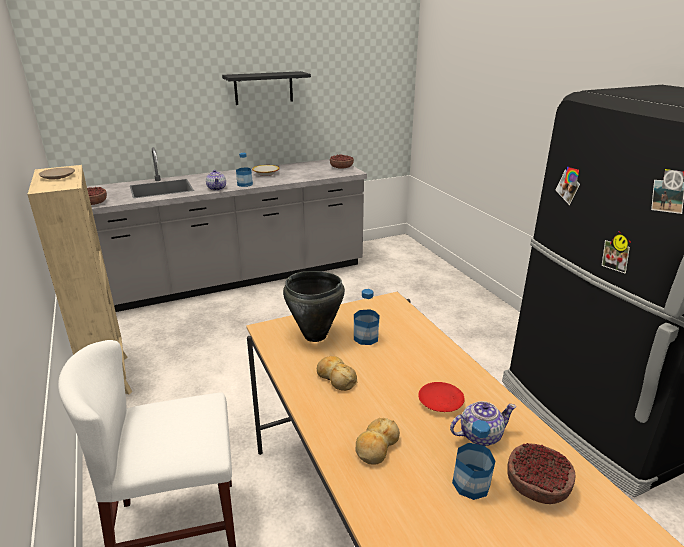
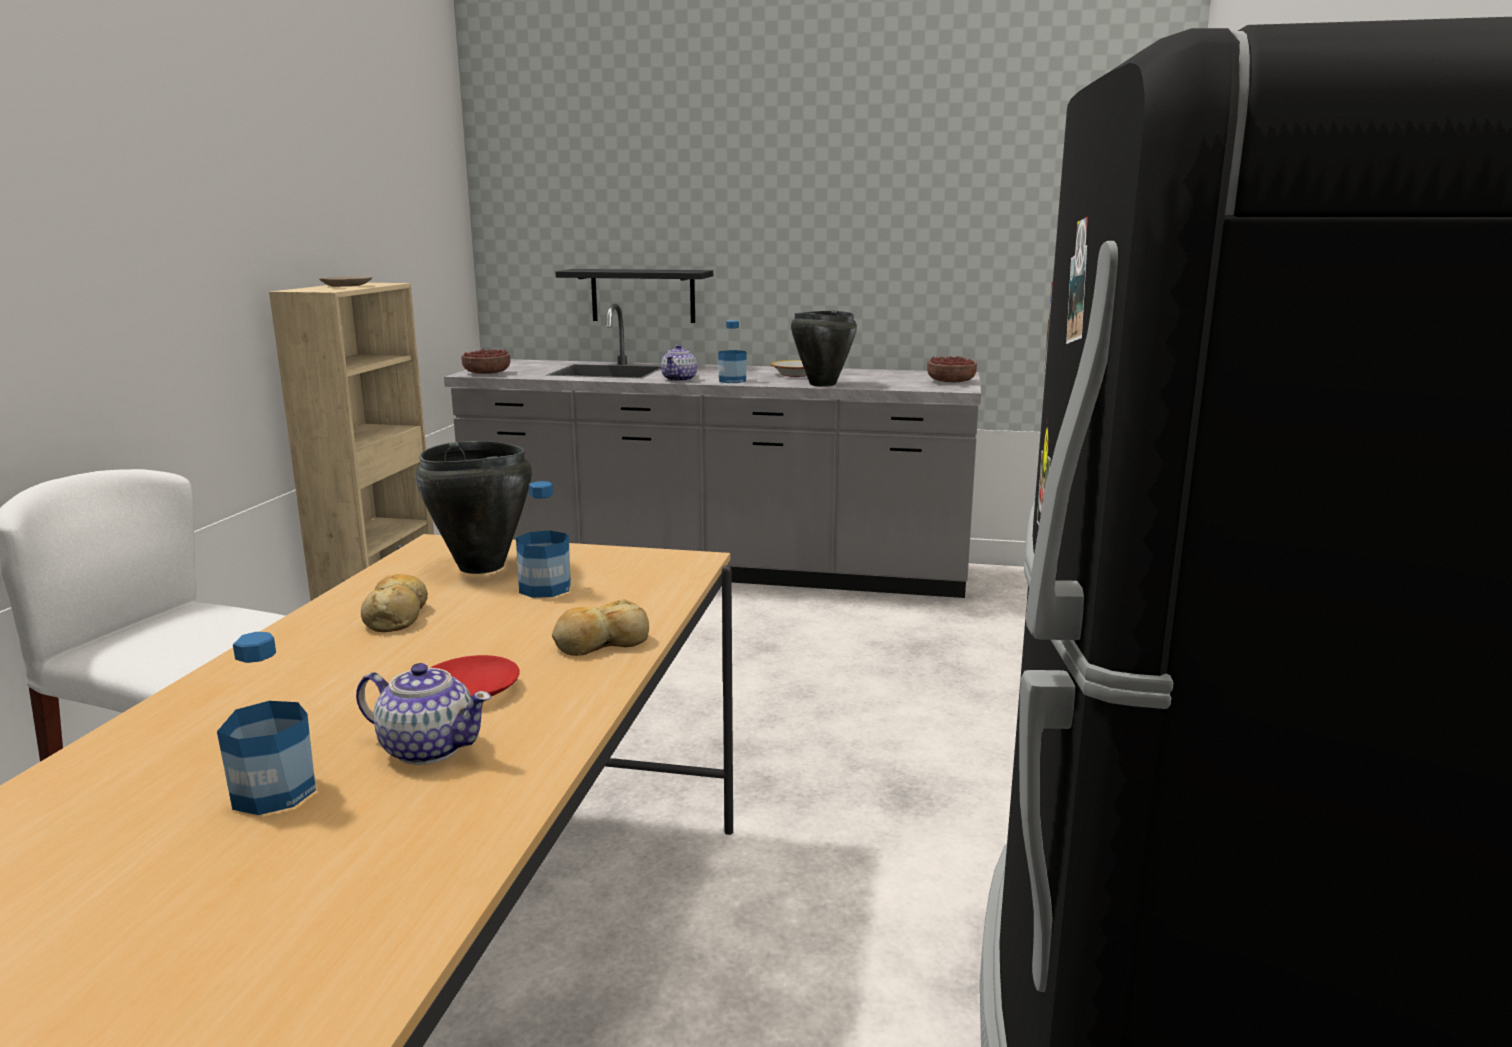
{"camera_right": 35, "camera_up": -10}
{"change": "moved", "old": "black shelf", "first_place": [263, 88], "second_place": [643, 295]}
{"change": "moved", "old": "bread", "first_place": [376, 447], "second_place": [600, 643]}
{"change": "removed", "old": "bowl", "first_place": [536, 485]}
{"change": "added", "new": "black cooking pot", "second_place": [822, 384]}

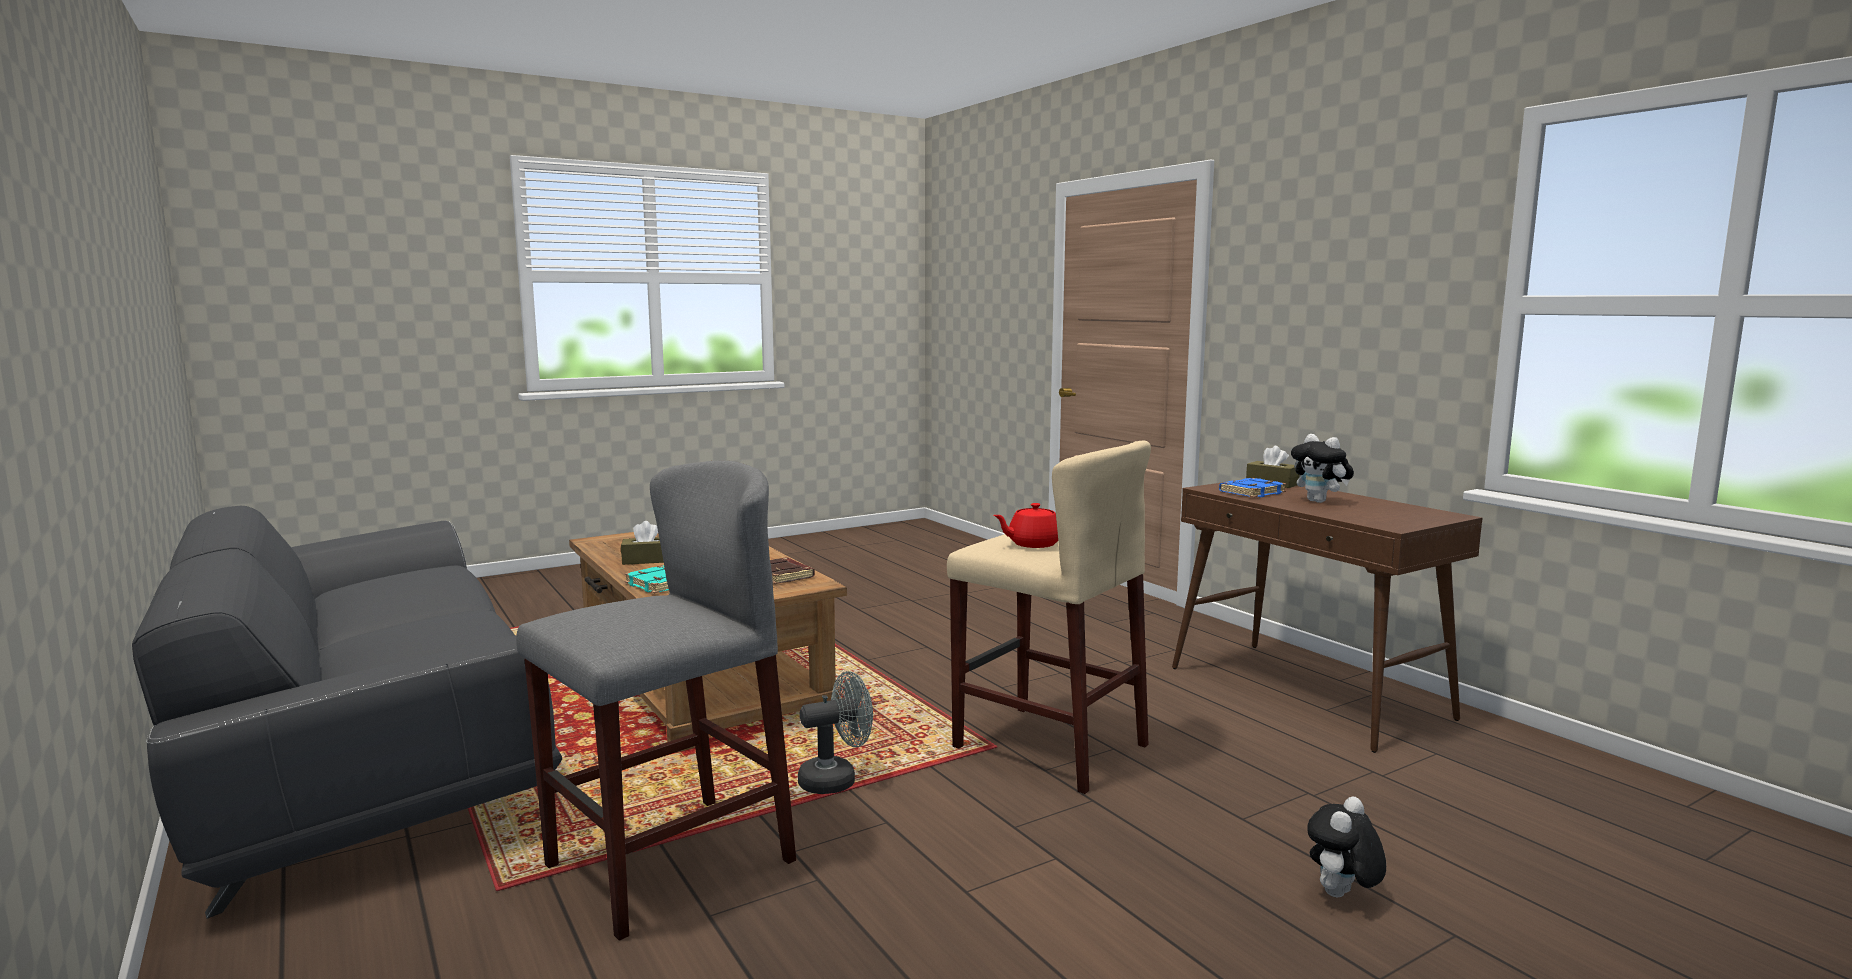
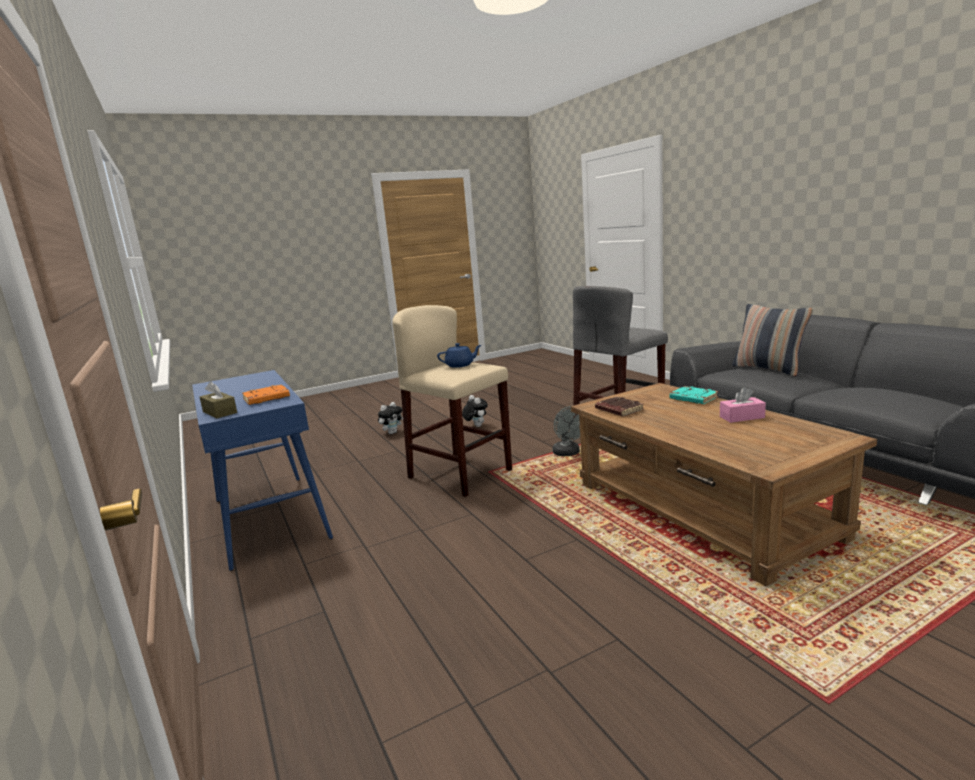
{"camera_right": -175, "camera_up": 5}
{"change": "moved", "old": "plush toy", "first_place": [1320, 501], "second_place": [476, 426]}
{"change": "recoloured", "old": "blue book", "new": "orange book", "first_place": [1251, 492], "second_place": [266, 399]}
{"change": "recoloured", "old": "brown console table", "new": "blue console table", "first_place": [1308, 693], "second_place": [269, 518]}
{"change": "recoloured", "old": "red teapot", "new": "blue teapot", "first_place": [1033, 544], "second_place": [460, 365]}
{"change": "recoloured", "old": "brown tissue box", "new": "pink tissue box", "first_place": [647, 560], "second_place": [742, 417]}
{"change": "turned", "old": "grey fan", "first_place": [836, 780], "second_place": [568, 453], "degrees": -90}
{"change": "added", "new": "pillow", "second_place": [768, 369]}

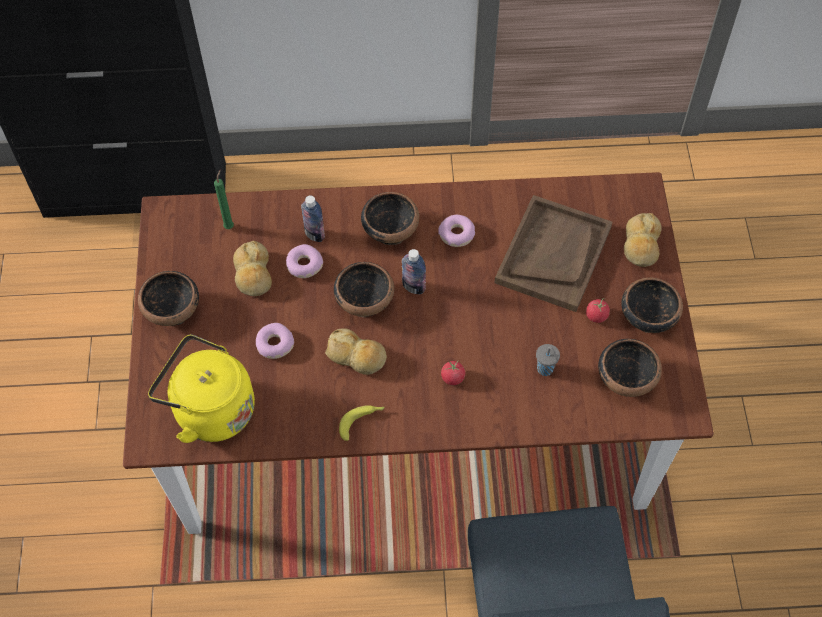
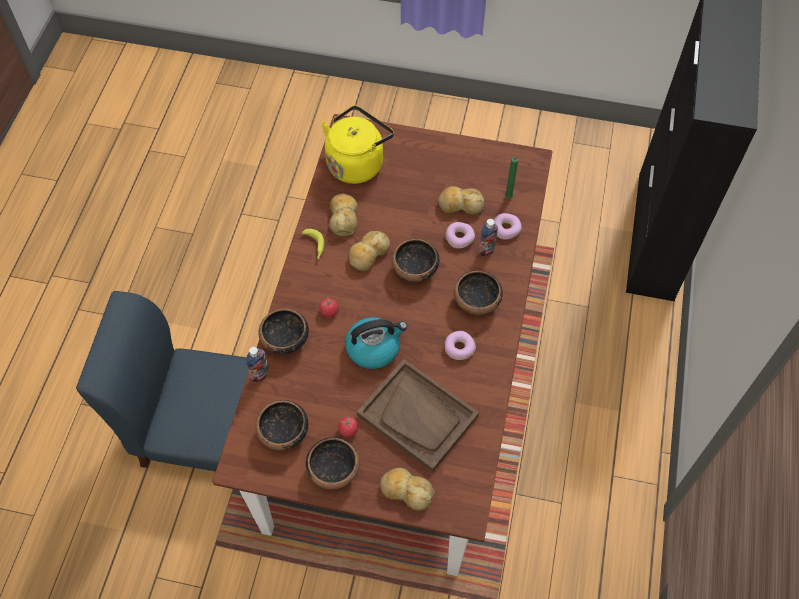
{"camera_right": 105, "camera_up": 0}
{"change": "moved", "old": "bottle", "first_place": [413, 287], "second_place": [260, 374]}
{"change": "moved", "old": "bowl", "first_place": [173, 310], "second_place": [285, 340]}
{"change": "moved", "old": "donut", "first_place": [274, 344], "second_place": [506, 229]}
{"change": "removed", "old": "grey cup", "first_place": [545, 370]}
{"change": "added", "new": "bread", "second_place": [343, 218]}
{"change": "added", "new": "kettle", "second_place": [374, 348]}

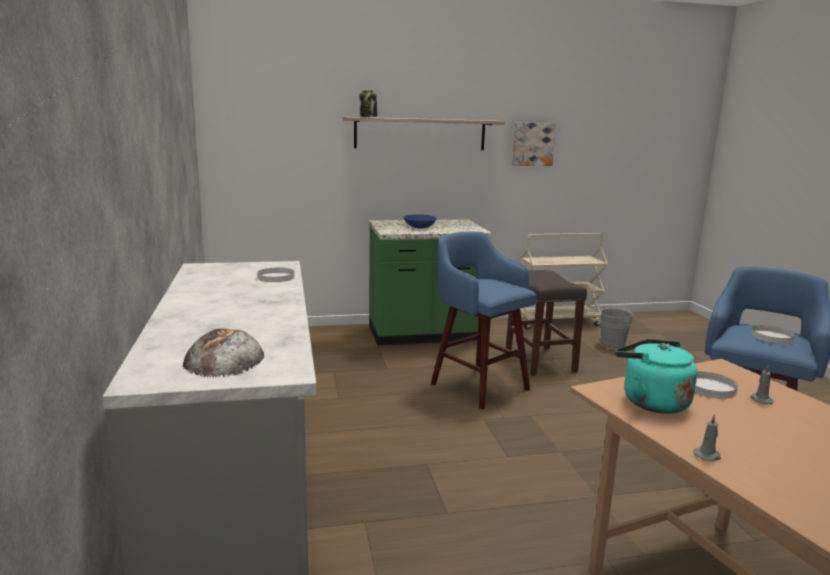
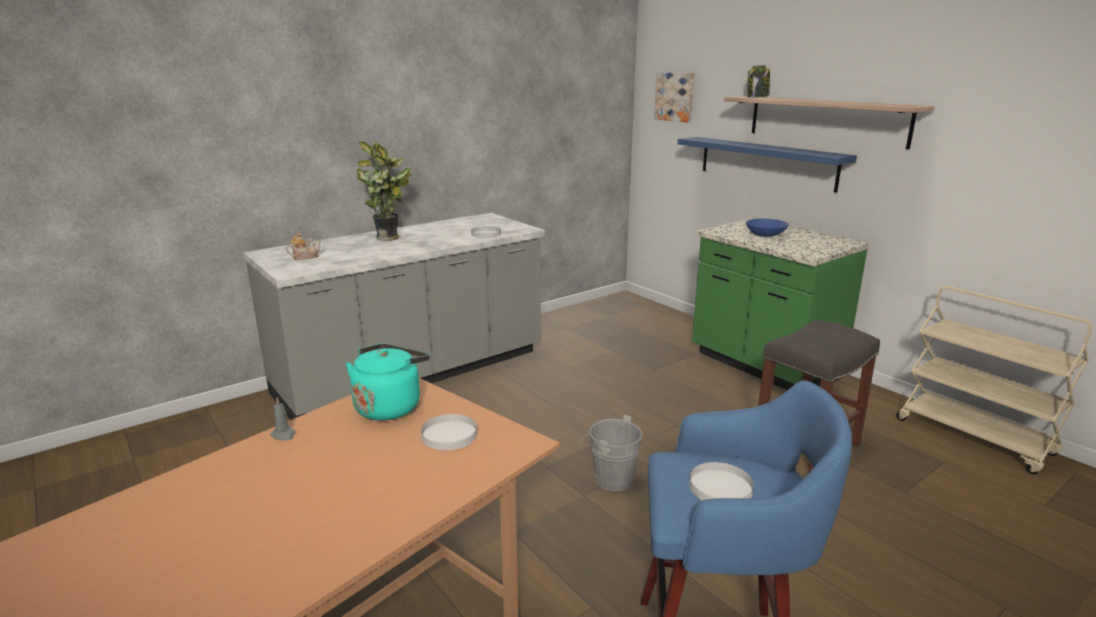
{"camera_right": 65, "camera_up": 5}
{"change": "moved", "old": "picture", "first_place": [532, 144], "second_place": [675, 96]}
{"change": "removed", "old": "blue stool", "first_place": [477, 385]}
{"change": "moved", "old": "grey bucket", "first_place": [610, 345], "second_place": [609, 478]}
{"change": "replaced", "old": "bread", "new": "teapot", "first_place": [224, 358], "second_place": [305, 257]}
{"change": "removed", "old": "grey candle", "first_place": [760, 400]}
{"change": "added", "new": "blue shelf", "second_place": [766, 162]}
{"change": "added", "new": "potted plant", "second_place": [390, 238]}

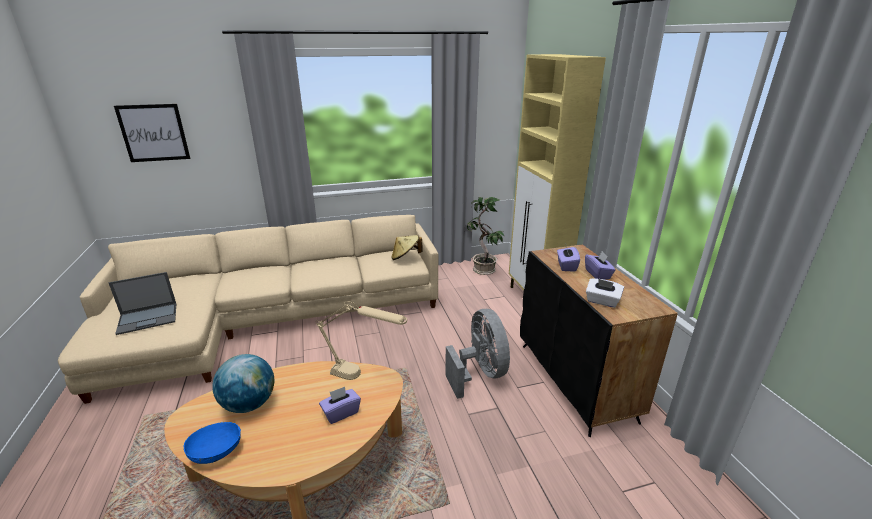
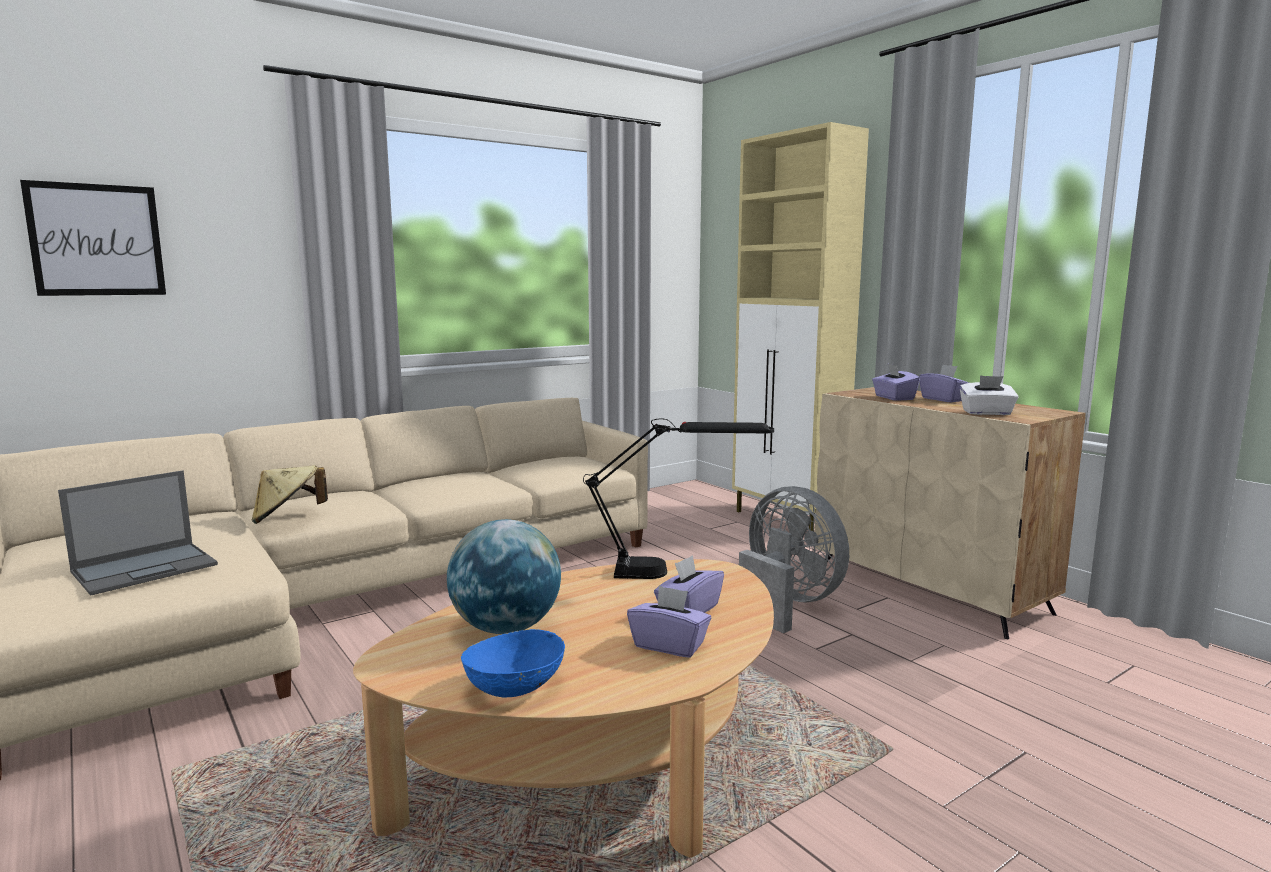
{"camera_right": -20, "camera_up": -15}
{"change": "removed", "old": "potted plant", "first_place": [483, 269]}
{"change": "moved", "old": "beige hat", "first_place": [405, 257], "second_place": [288, 517]}
{"change": "recoloured", "old": "black cabinet", "new": "beige cabinet", "first_place": [576, 381], "second_place": [930, 589]}
{"change": "recoloured", "old": "beige table lamp", "new": "black table lamp", "first_place": [363, 377], "second_place": [676, 572]}
{"change": "added", "new": "purple tissue box", "second_place": [669, 645]}

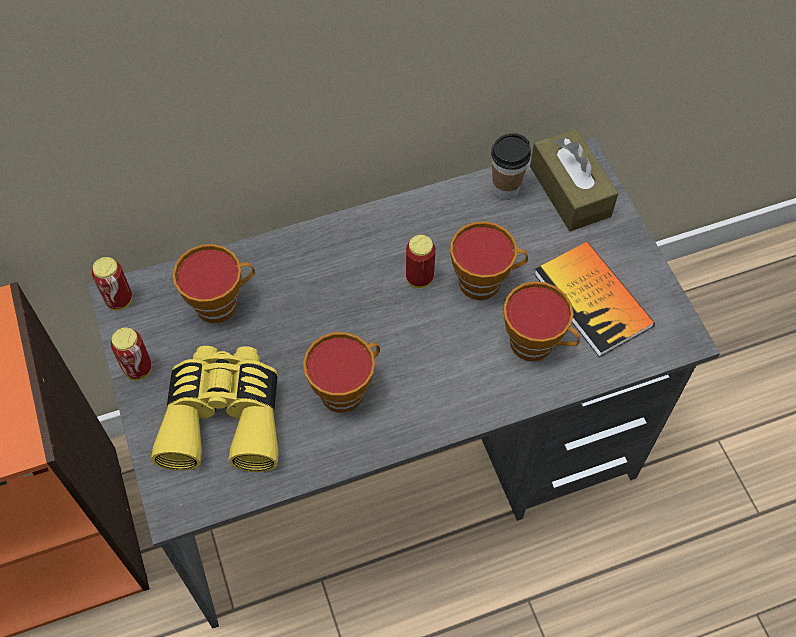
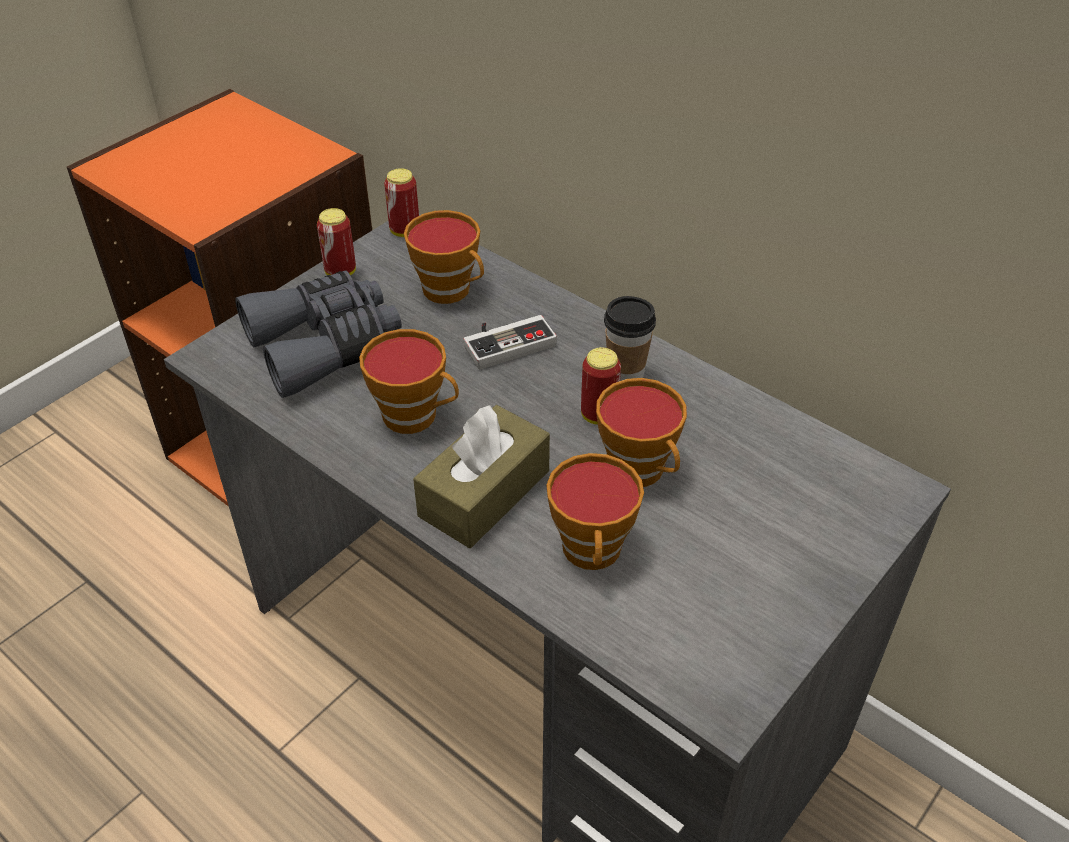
{"camera_right": 60, "camera_up": -15}
{"change": "moved", "old": "brown tissue box", "first_place": [570, 191], "second_place": [484, 493]}
{"change": "moved", "old": "cup", "first_place": [505, 189], "second_place": [625, 377]}
{"change": "removed", "old": "book", "first_place": [593, 300]}
{"change": "recoloured", "old": "yellow binoculars", "new": "grey binoculars", "first_place": [224, 416], "second_place": [325, 345]}
{"change": "added", "new": "game controller", "second_place": [506, 341]}

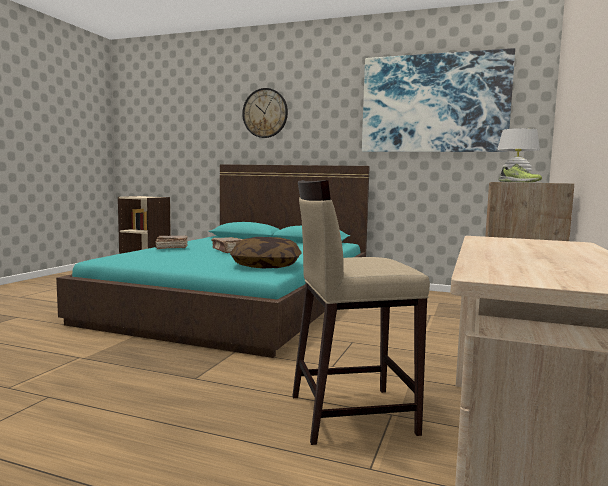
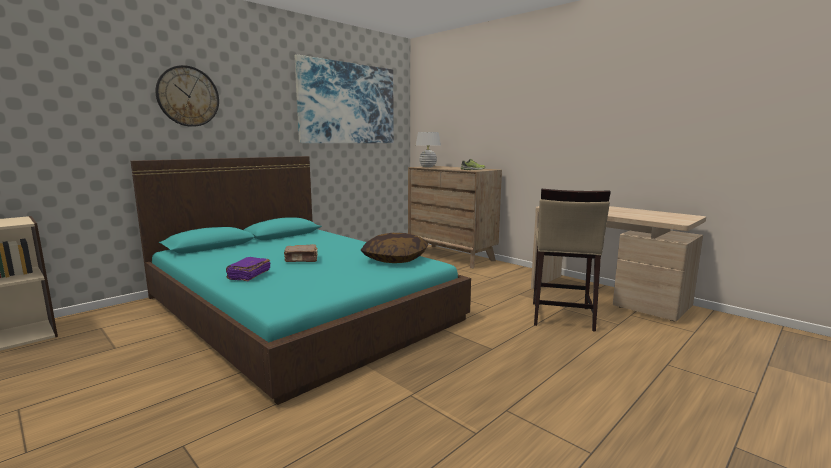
{"camera_right": -65, "camera_up": 5}
{"change": "recoloured", "old": "brown book", "new": "purple book", "first_place": [171, 248], "second_place": [248, 275]}

